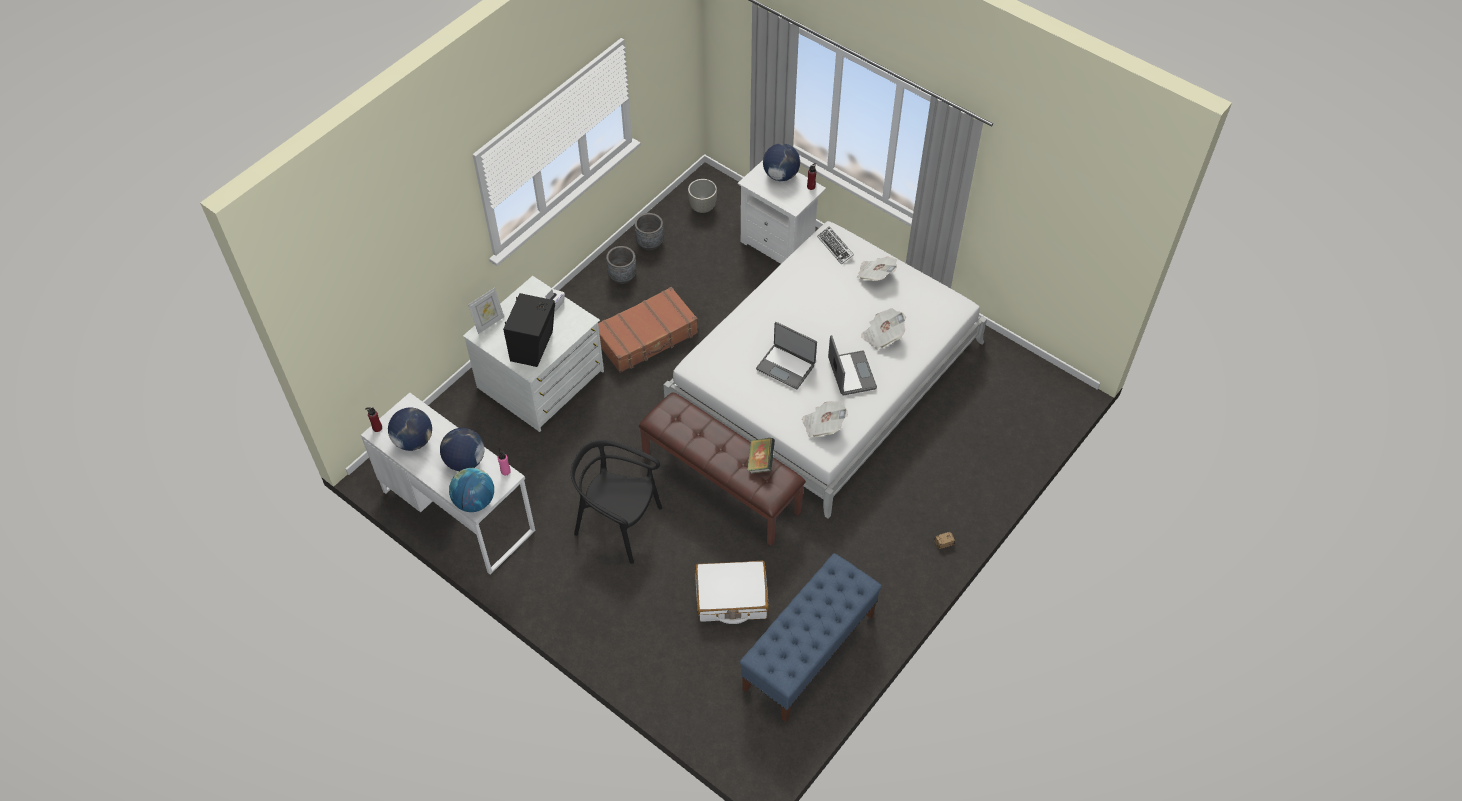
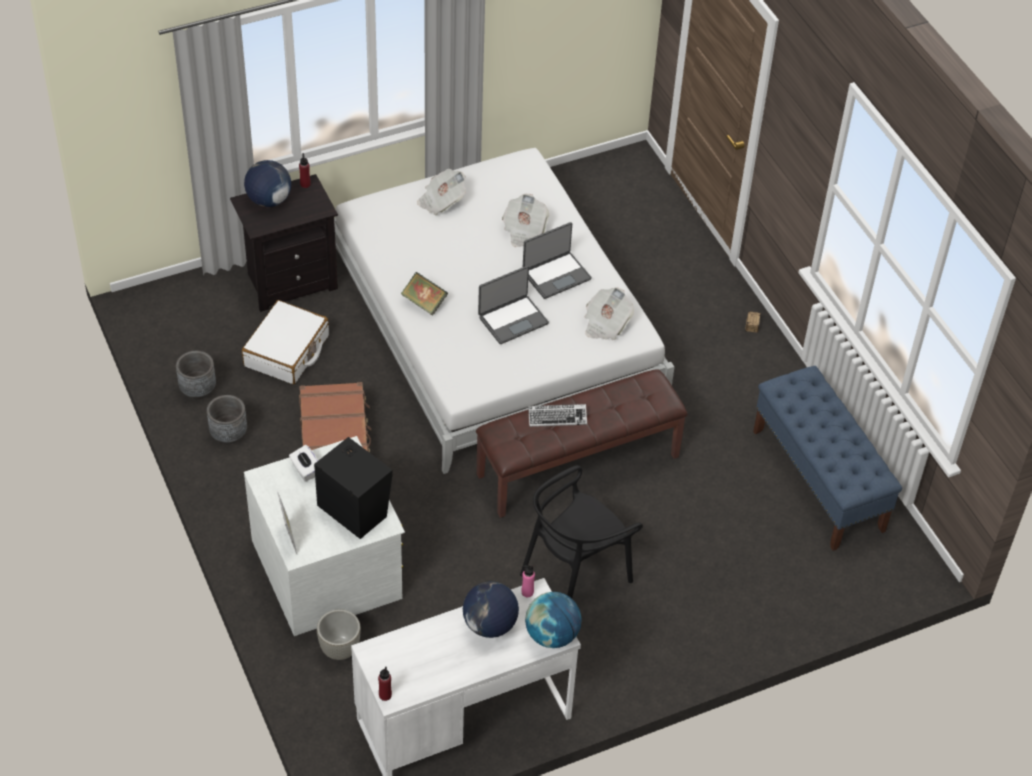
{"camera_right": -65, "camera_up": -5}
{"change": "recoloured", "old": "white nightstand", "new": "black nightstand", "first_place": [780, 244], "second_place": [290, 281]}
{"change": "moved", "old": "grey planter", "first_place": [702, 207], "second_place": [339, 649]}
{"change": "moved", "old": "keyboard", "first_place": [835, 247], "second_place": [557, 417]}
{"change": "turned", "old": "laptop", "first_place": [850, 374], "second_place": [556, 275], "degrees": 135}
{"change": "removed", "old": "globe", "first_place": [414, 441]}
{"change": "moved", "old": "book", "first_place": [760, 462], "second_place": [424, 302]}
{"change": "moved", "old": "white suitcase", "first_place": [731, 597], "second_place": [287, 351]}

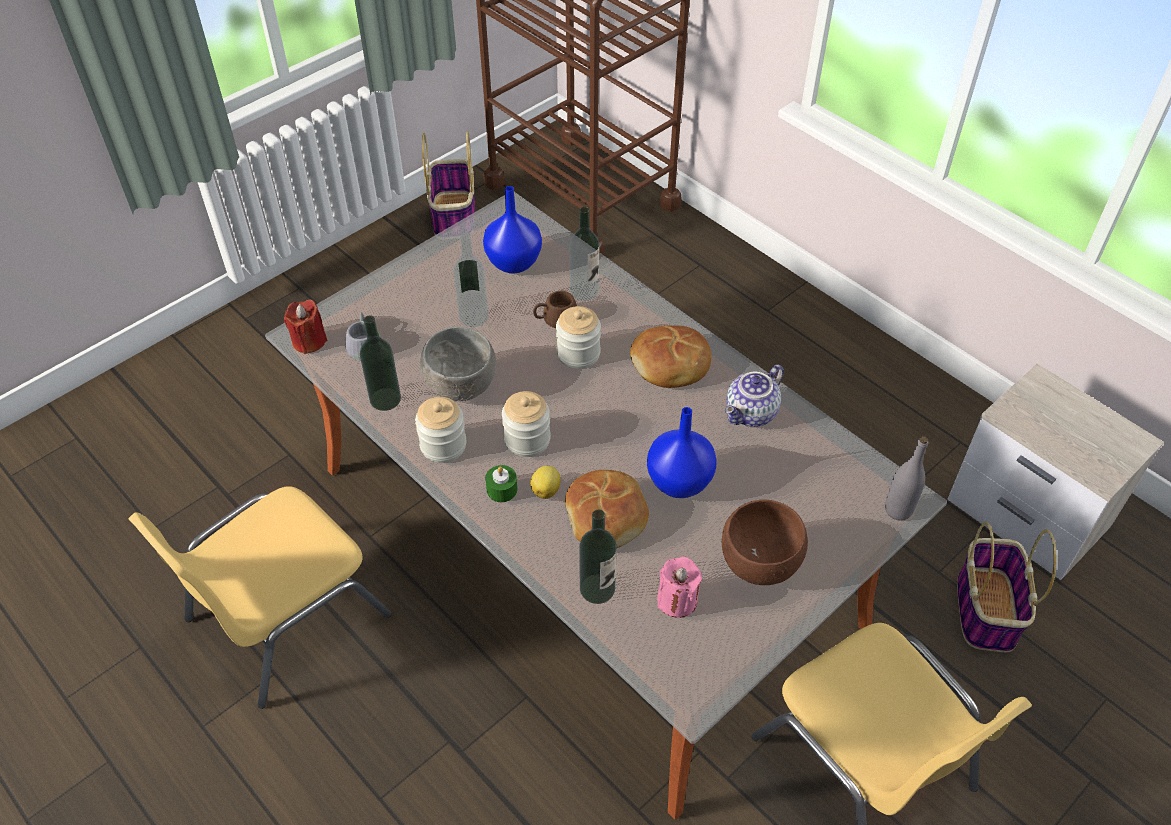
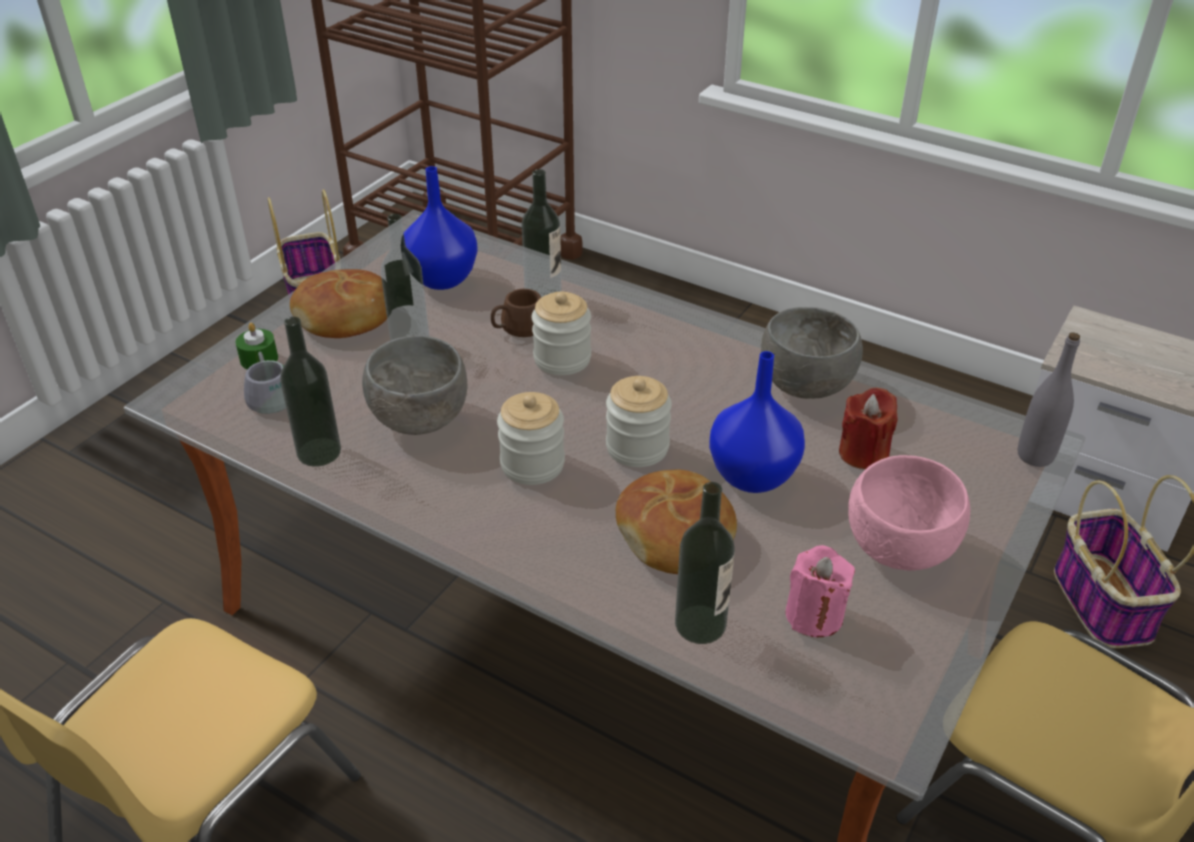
{"camera_right": -15, "camera_up": -10}
{"change": "moved", "old": "red candle", "first_place": [309, 341], "second_place": [863, 453]}
{"change": "moved", "old": "bread", "first_place": [671, 365], "second_place": [345, 317]}
{"change": "replaced", "old": "teapot", "new": "grey bowl", "first_place": [752, 414], "second_place": [807, 386]}
{"change": "moved", "old": "jar", "first_place": [443, 445], "second_place": [637, 447]}
{"change": "moved", "old": "green candle", "first_place": [502, 489], "second_place": [259, 359]}
{"change": "removed", "old": "lemon", "first_place": [546, 490]}
{"change": "recoloured", "old": "brown bowl", "new": "pink bowl", "first_place": [758, 562], "second_place": [897, 547]}

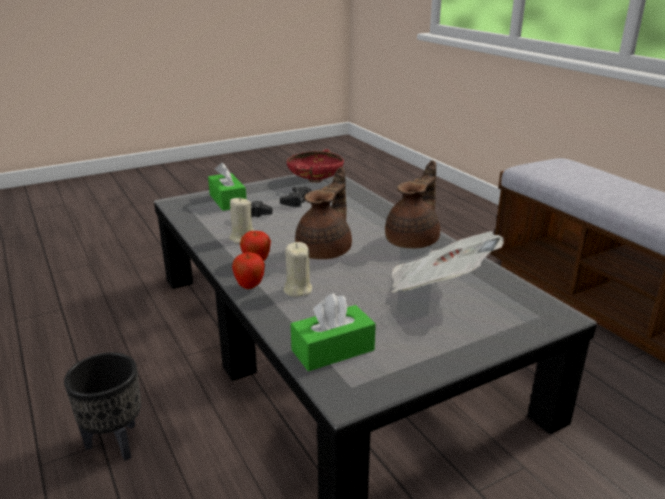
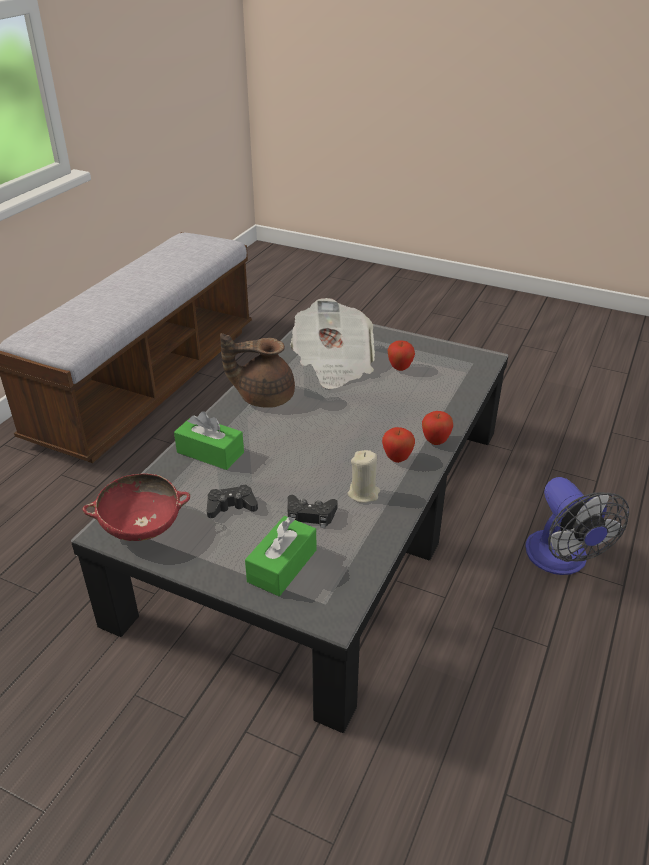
{"camera_right": -125, "camera_up": 10}
{"change": "removed", "old": "brown teapot", "first_place": [326, 251]}
{"change": "removed", "old": "beige candle", "first_place": [297, 289]}
{"change": "moved", "old": "green tissue box", "first_place": [333, 350], "second_place": [210, 452]}
{"change": "replaced", "old": "black planter", "new": "fan", "first_place": [116, 444], "second_place": [562, 561]}
{"change": "added", "new": "apple", "second_place": [400, 368]}

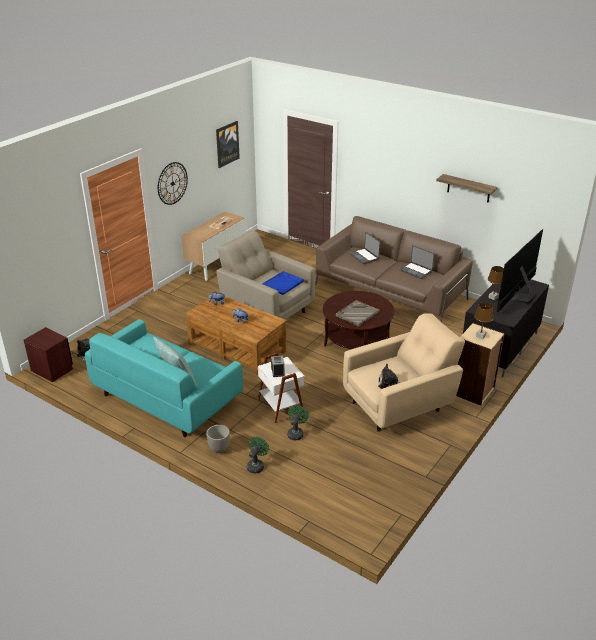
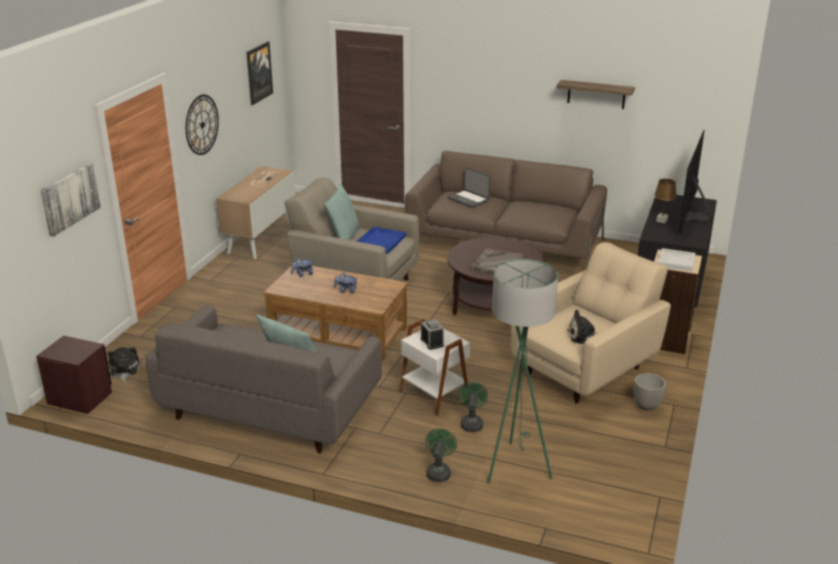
{"camera_right": -15, "camera_up": -5}
{"change": "removed", "old": "laptop", "first_place": [416, 271]}
{"change": "replaced", "old": "brown table lamp", "new": "white tray", "first_place": [480, 336], "second_place": [676, 262]}
{"change": "recoloured", "old": "turquoise sofa", "new": "grey sofa", "first_place": [167, 397], "second_place": [269, 407]}
{"change": "moved", "old": "planter", "first_place": [219, 449], "second_place": [646, 406]}
{"change": "added", "new": "picture", "second_place": [69, 198]}
{"change": "added", "new": "pillow", "second_place": [343, 238]}
{"change": "added", "new": "green floor lamp", "second_place": [514, 464]}

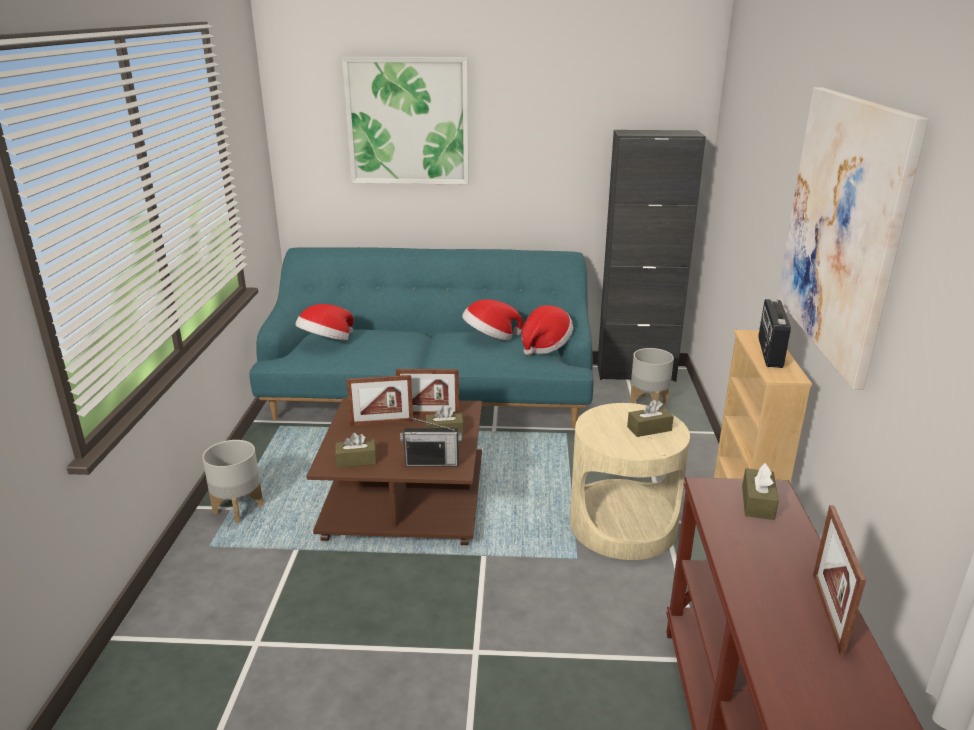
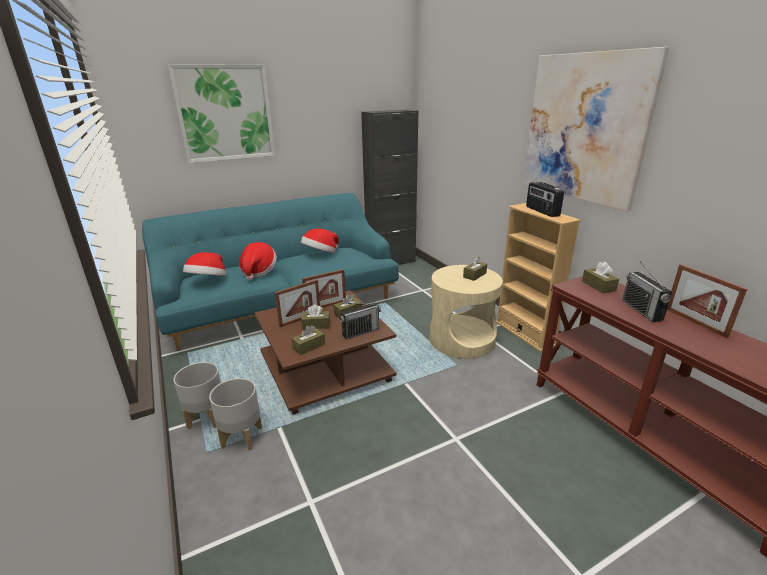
{"camera_right": -30, "camera_up": 0}
{"change": "moved", "old": "hat", "first_place": [545, 346], "second_place": [258, 271]}
{"change": "moved", "old": "grey planter", "first_place": [648, 403], "second_place": [242, 437]}
{"change": "added", "new": "radio", "second_place": [641, 310]}
{"change": "added", "new": "brown tissue box", "second_place": [316, 325]}

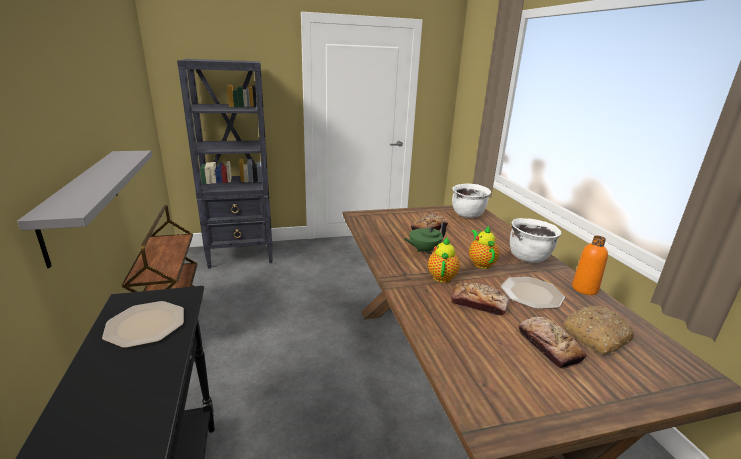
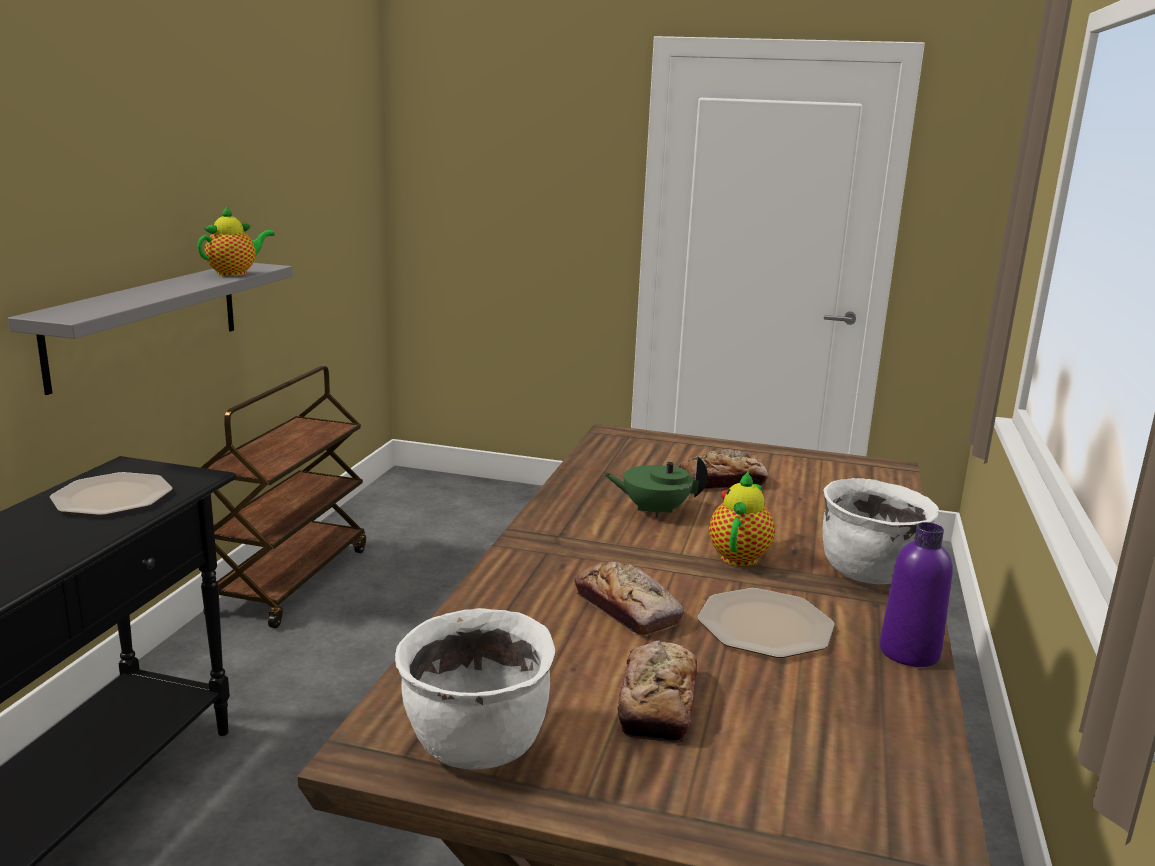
{"camera_right": 30, "camera_up": -5}
{"change": "removed", "old": "black bookcase", "first_place": [242, 255]}
{"change": "moved", "old": "white cooking pot", "first_place": [468, 215], "second_place": [476, 746]}
{"change": "moved", "old": "teapot", "first_place": [442, 276], "second_place": [235, 273]}
{"change": "recoloured", "old": "orange bottle", "new": "purple bottle", "first_place": [584, 289], "second_place": [909, 652]}
{"change": "removed", "old": "bread", "first_place": [596, 336]}

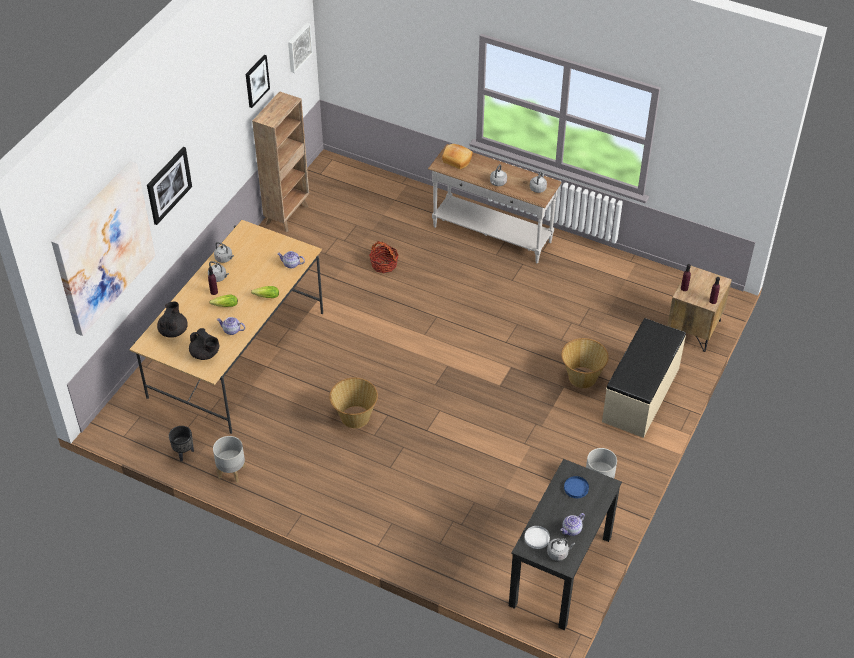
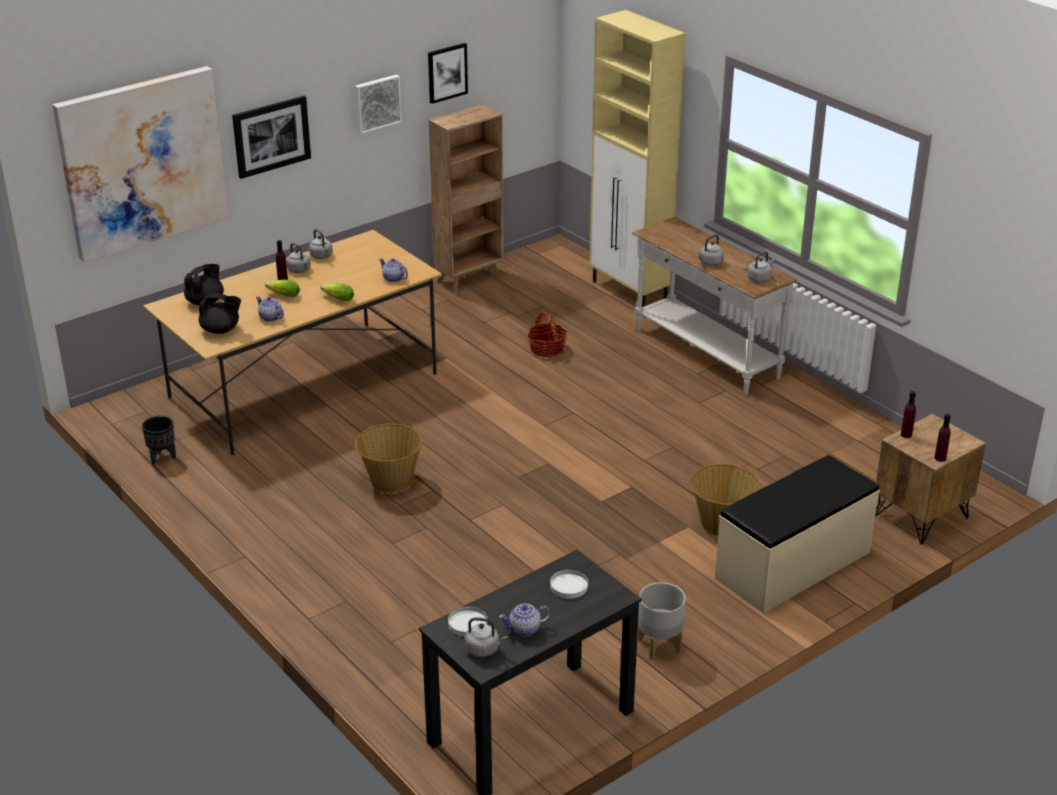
{"camera_right": 25, "camera_up": -15}
{"change": "moved", "old": "picture", "first_place": [298, 47], "second_place": [377, 103]}
{"change": "removed", "old": "bread", "first_place": [457, 160]}
{"change": "turned", "old": "black teapot", "first_place": [205, 354], "second_place": [221, 330], "degrees": -60}
{"change": "removed", "old": "grey planter", "first_place": [231, 472]}
{"change": "recoloured", "old": "blue plate", "new": "white plate", "first_place": [576, 488], "second_place": [568, 586]}
{"change": "added", "new": "beige cabinet", "second_place": [630, 291]}

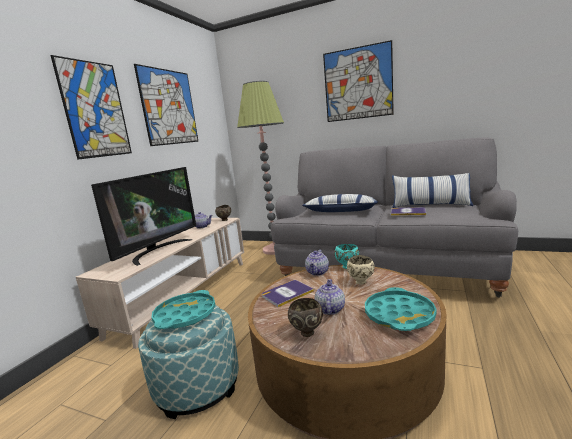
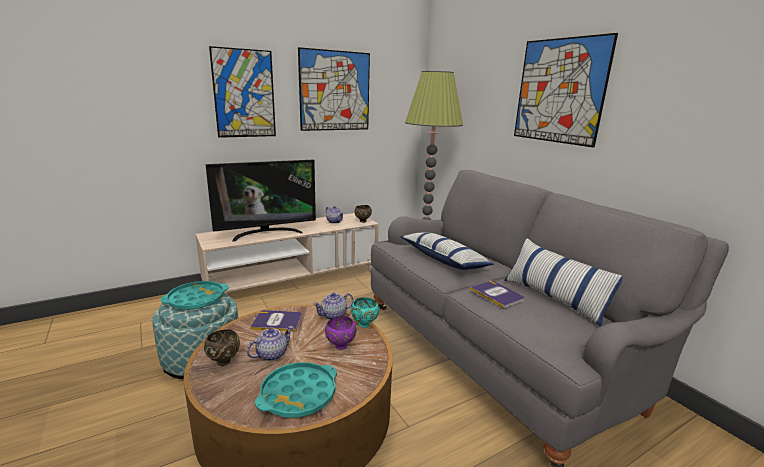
{"camera_right": 35, "camera_up": 5}
{"change": "recoloured", "old": "beige bowl", "new": "purple bowl", "first_place": [361, 282], "second_place": [340, 346]}

